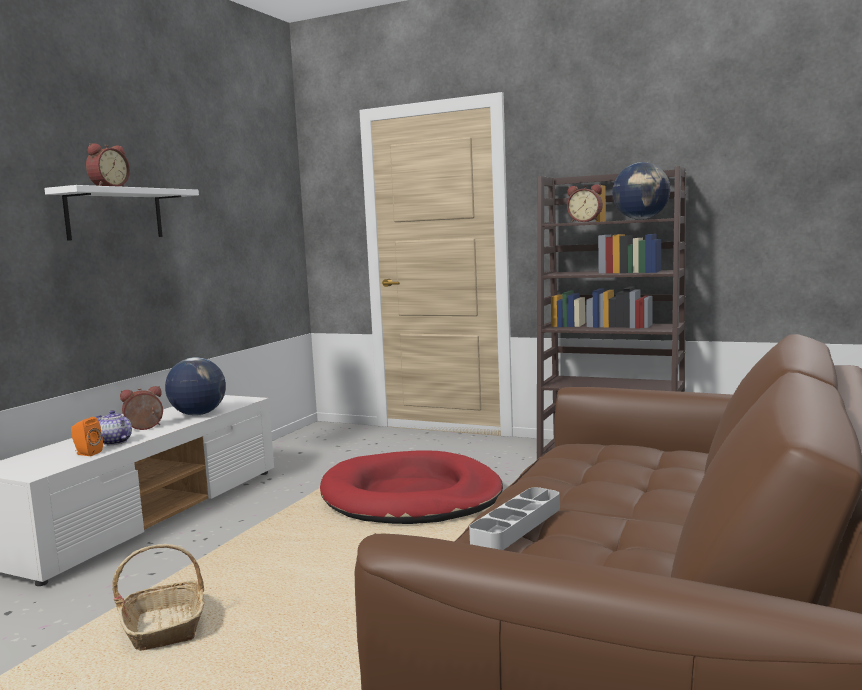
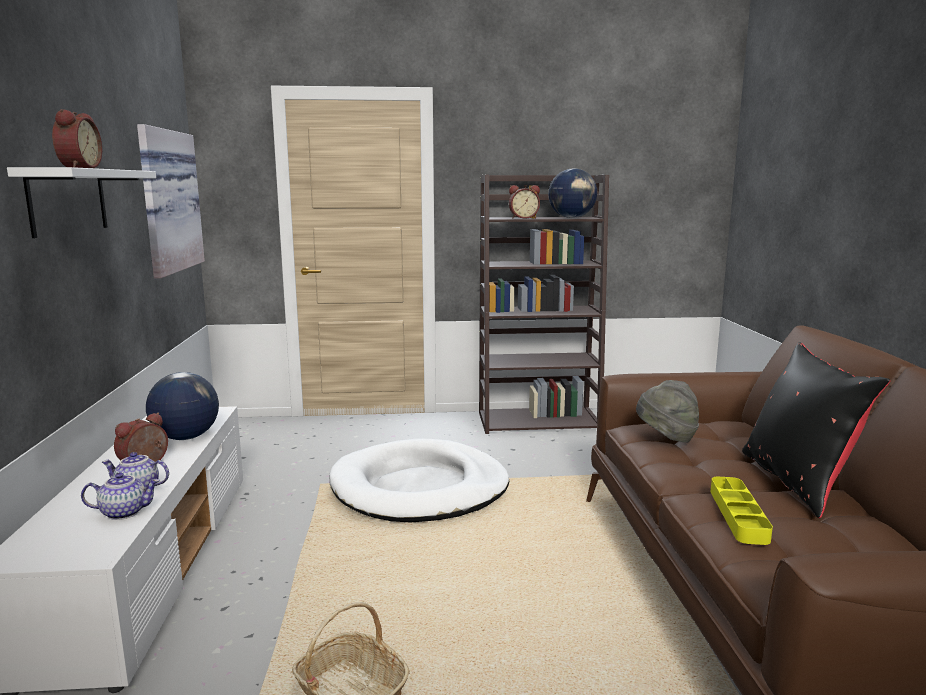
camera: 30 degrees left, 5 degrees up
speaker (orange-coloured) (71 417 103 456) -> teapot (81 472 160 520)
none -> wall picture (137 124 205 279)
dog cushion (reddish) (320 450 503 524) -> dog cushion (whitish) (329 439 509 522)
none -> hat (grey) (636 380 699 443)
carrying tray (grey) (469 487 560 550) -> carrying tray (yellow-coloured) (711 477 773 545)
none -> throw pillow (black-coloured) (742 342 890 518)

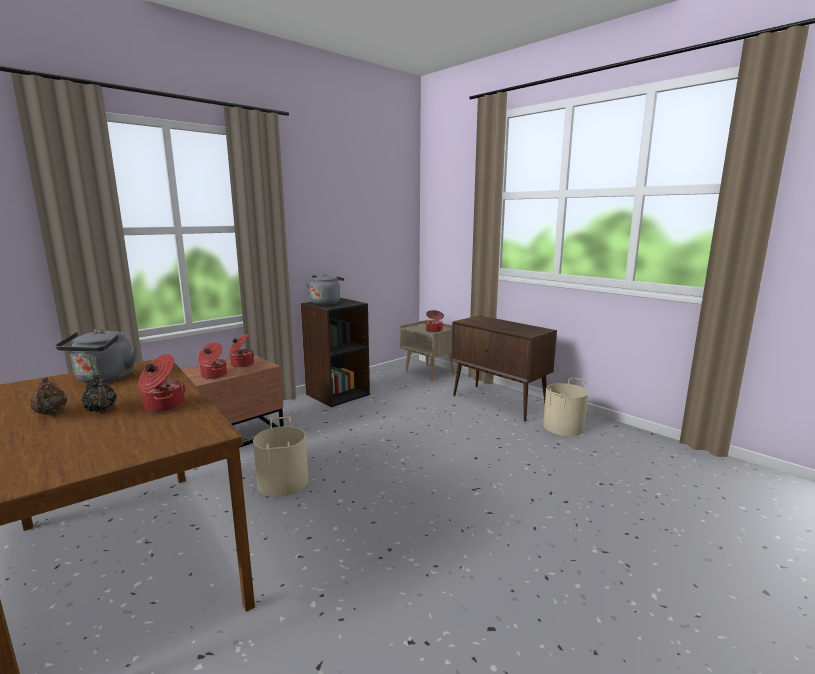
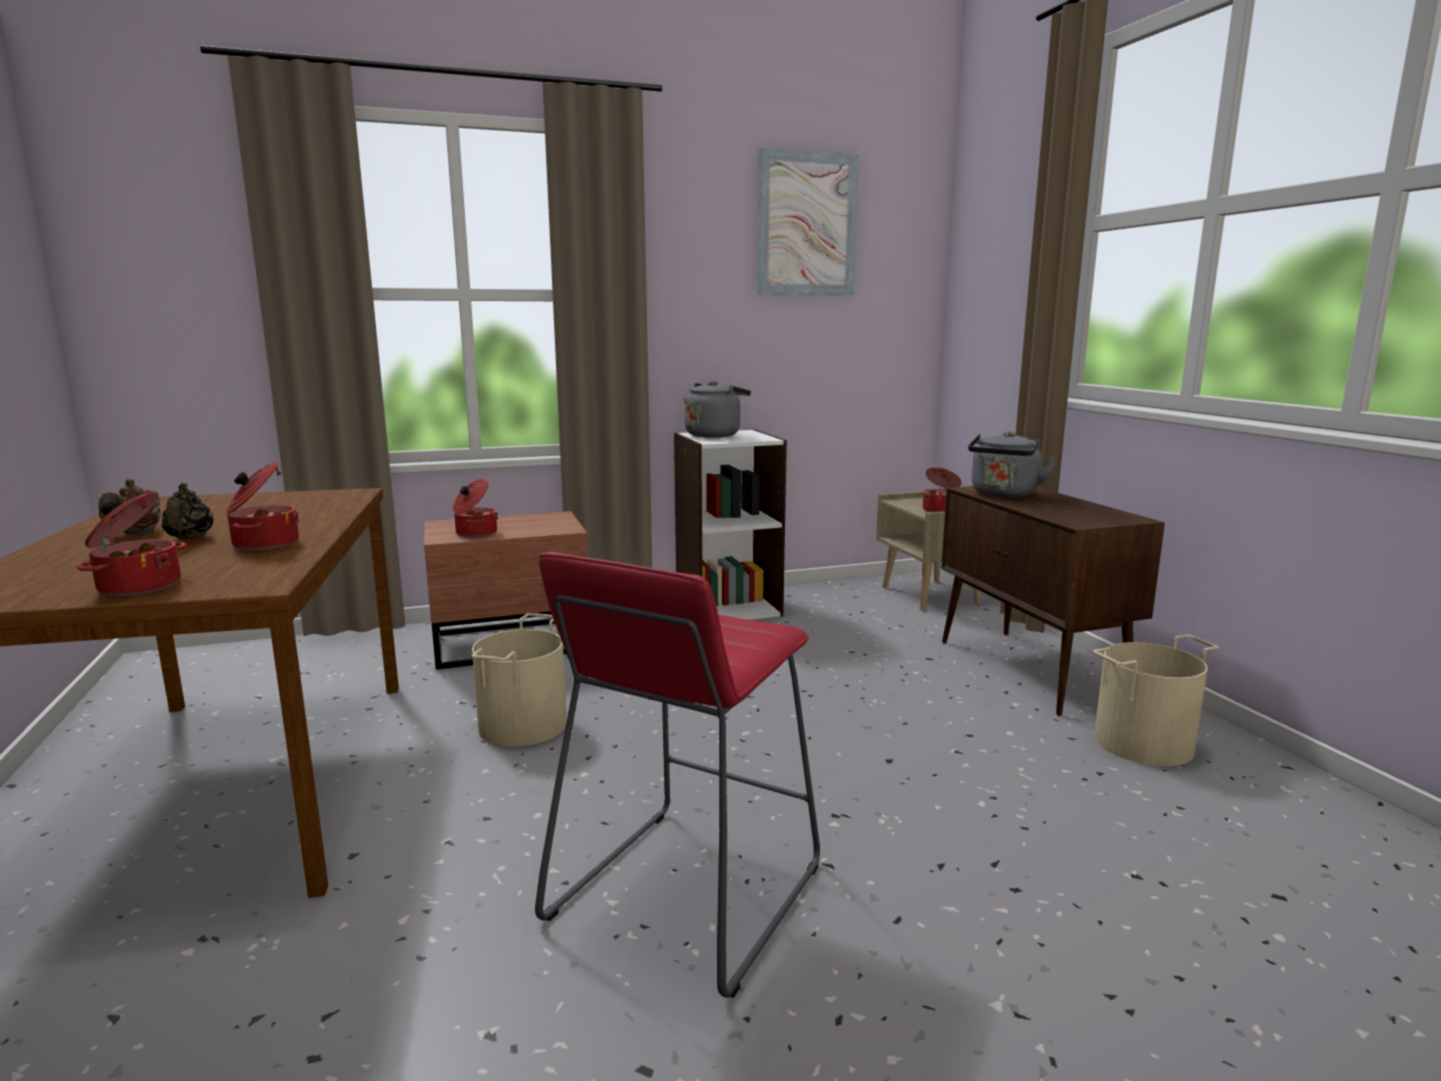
camera: 25 degrees right, 0 degrees up
stockpot (229 334 254 367) -> stockpot (77 491 186 596), shifted
none -> stool (reddish) (535 552 820 998)
bookcase (black-coloured) (301 298 370 407) -> bookcase (whitish) (674 430 787 620)
none -> wall picture (757 148 859 295)
kettle (grey) (55 329 138 383) -> kettle (grey) (968 431 1057 498), shifted

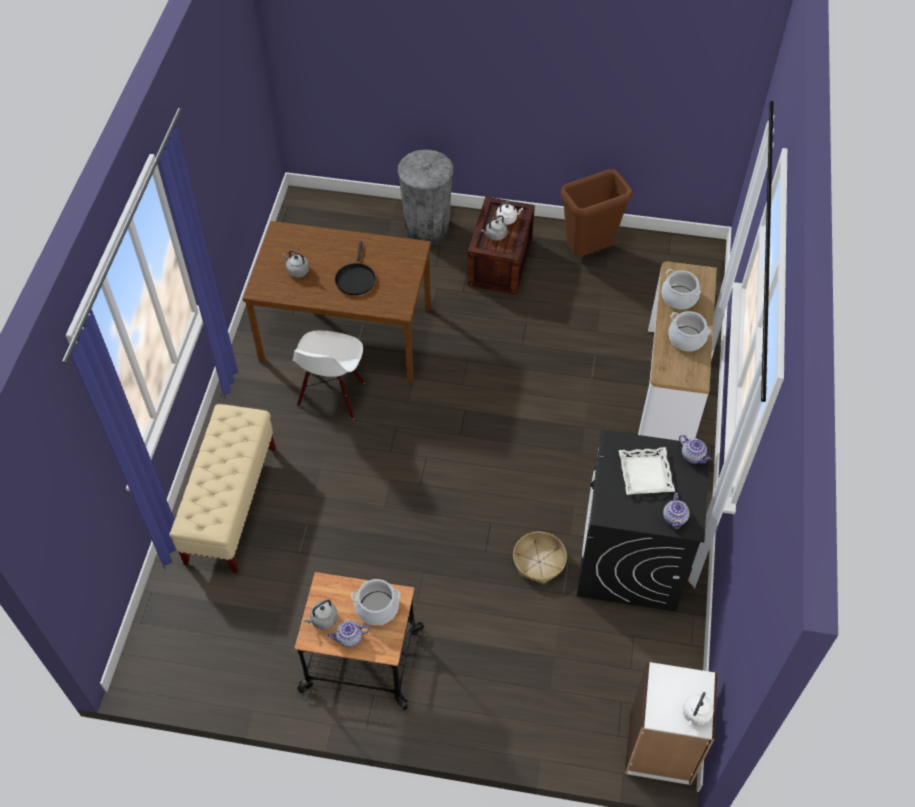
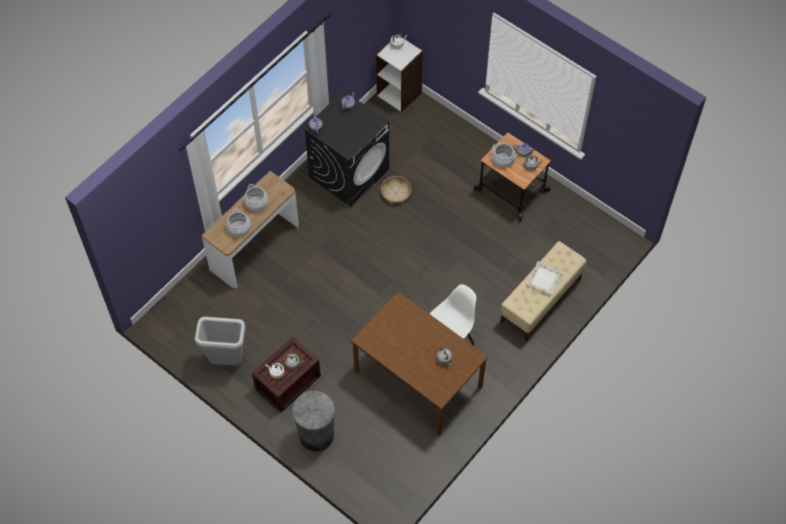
camera: 150 degrees left, 5 degrees up
rubbish bin (brownish) (561 169 633 256) -> rubbish bin (grey) (195 317 245 366)
carrying tray (whitish) (619 447 675 495) -> carrying tray (whitish) (527 261 563 294), shifted
skillet (black-coloured) (335 242 376 295) -> none

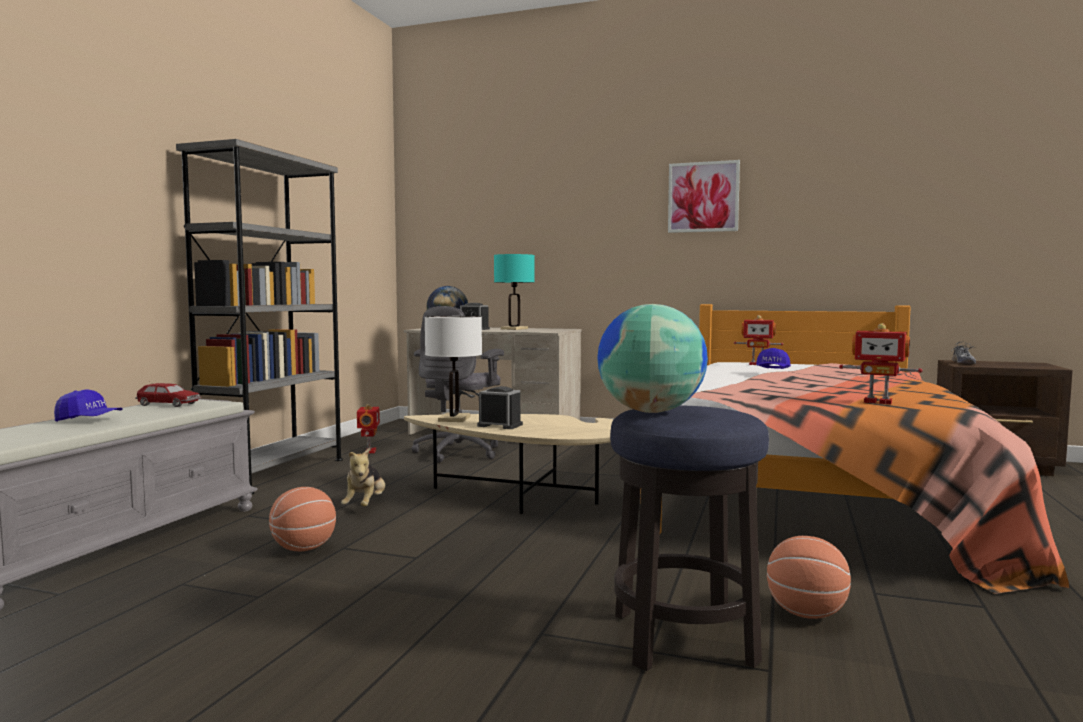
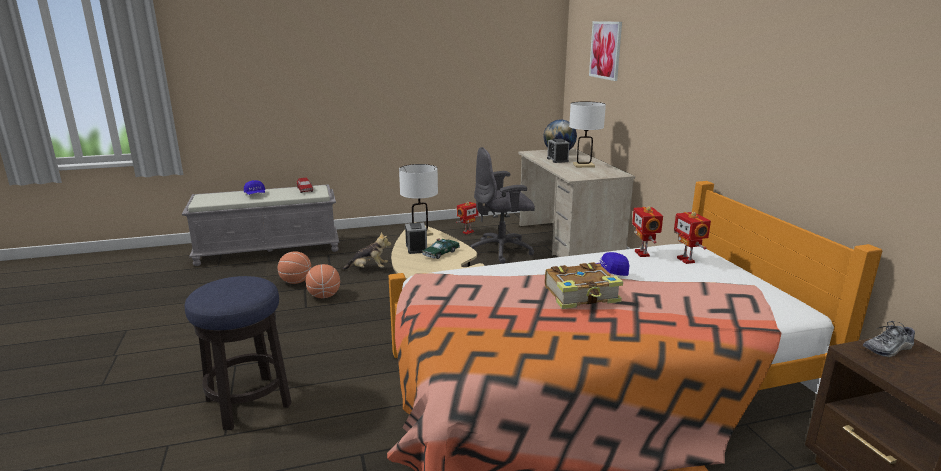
camera: 55 degrees right, 15 degrees up
ball for basketball (767 536 851 619) -> ball for basketball (306 264 340 298), shifted
cuddly toy (341 448 385 506) -> cuddly toy (343 232 391 270), 150 degrees counterclockwise
none -> miniature car (422 238 460 259)
none -> book (545 262 623 309)
tabletop lamp (blue-green) (494 254 535 330) -> tabletop lamp (whitish) (569 101 606 168)
wall picture (668 160 740 233) -> wall picture (589 21 622 81), shifted
robot figure (839 323 923 404) -> robot figure (632 206 663 257), shifted
bookcase (grey) (176 139 343 494) -> none
globe (597 304 708 413) -> none

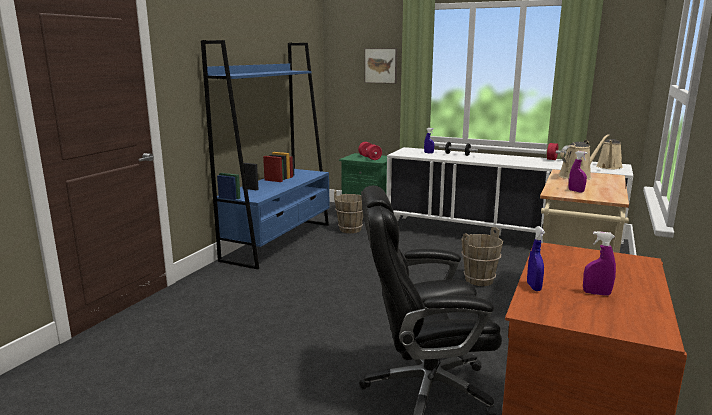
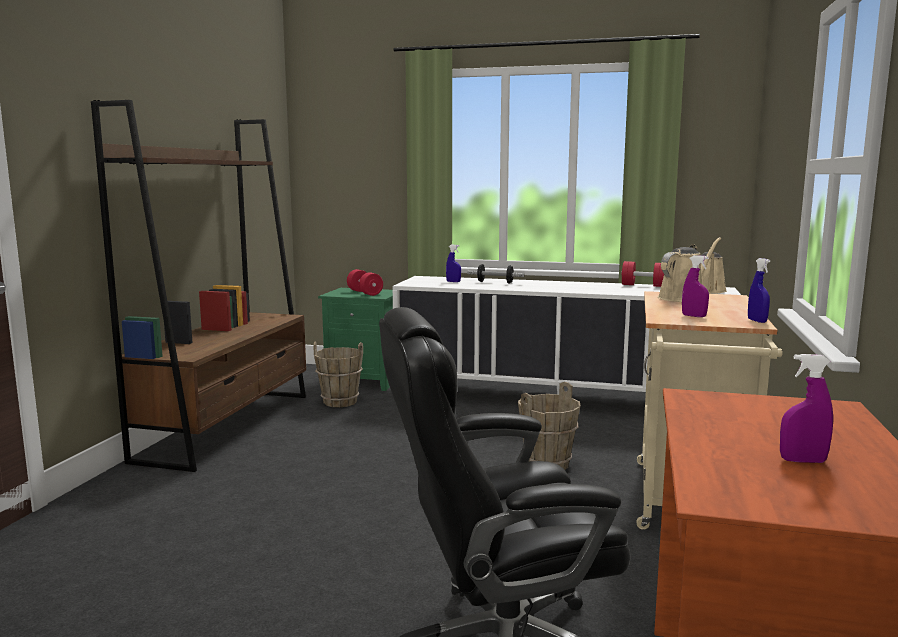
camera: 10 degrees left, 5 degrees down
bookcase (blue-coloured) (201 40 330 269) -> bookcase (brownish) (91 100 306 472)
sprayer (blue-coloured) (527 226 545 291) -> sprayer (blue-coloured) (748 258 770 323), shifted
wall picture (364 48 398 84) -> none

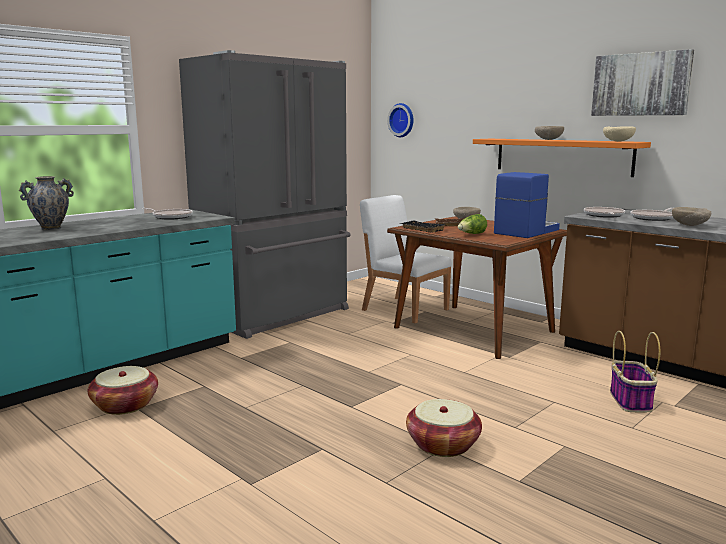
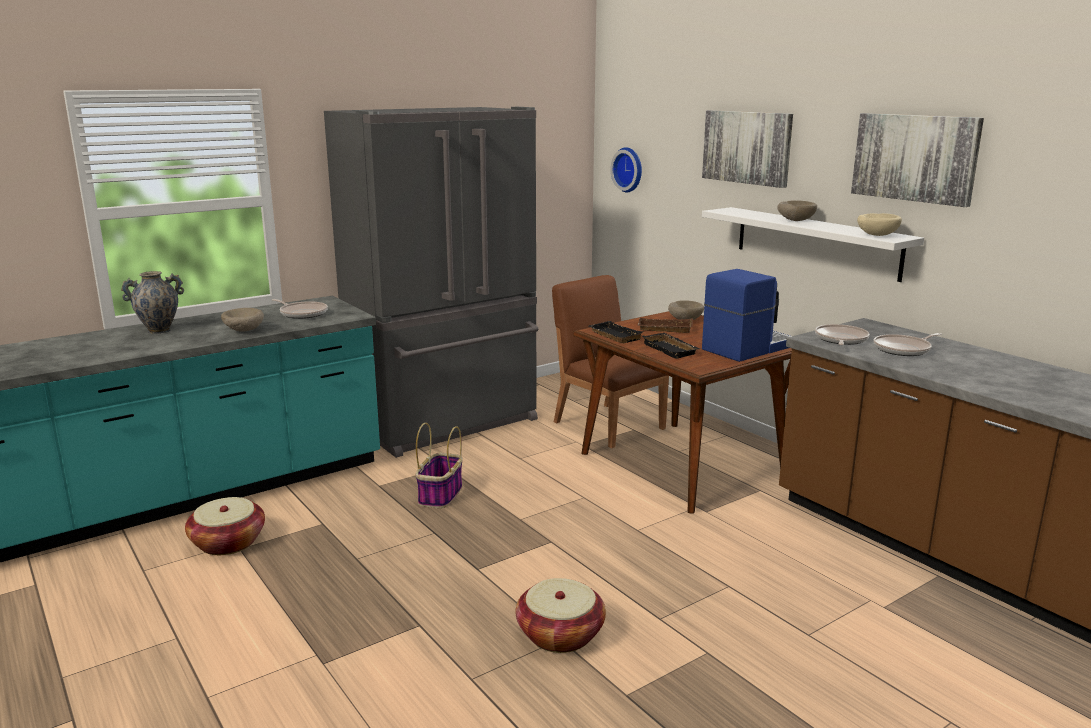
camera: 10 degrees right, 5 degrees up
bowl (sand-coloured) (672 207 711 226) -> bowl (sand-coloured) (221 308 264 332), shifted
basket (610 331 660 413) -> basket (416 423 462 508), shifted
chair (whitish) (360 195 452 324) -> chair (brownish) (552 275 669 448)
lettuce head (458 214 487 234) -> carrying tray (black-coloured) (642 333 700 359)
none -> wall picture (702 110 793 188)
wall shelf (orange-coloured) (473 139 651 177) -> wall shelf (whitish) (702 207 924 282)

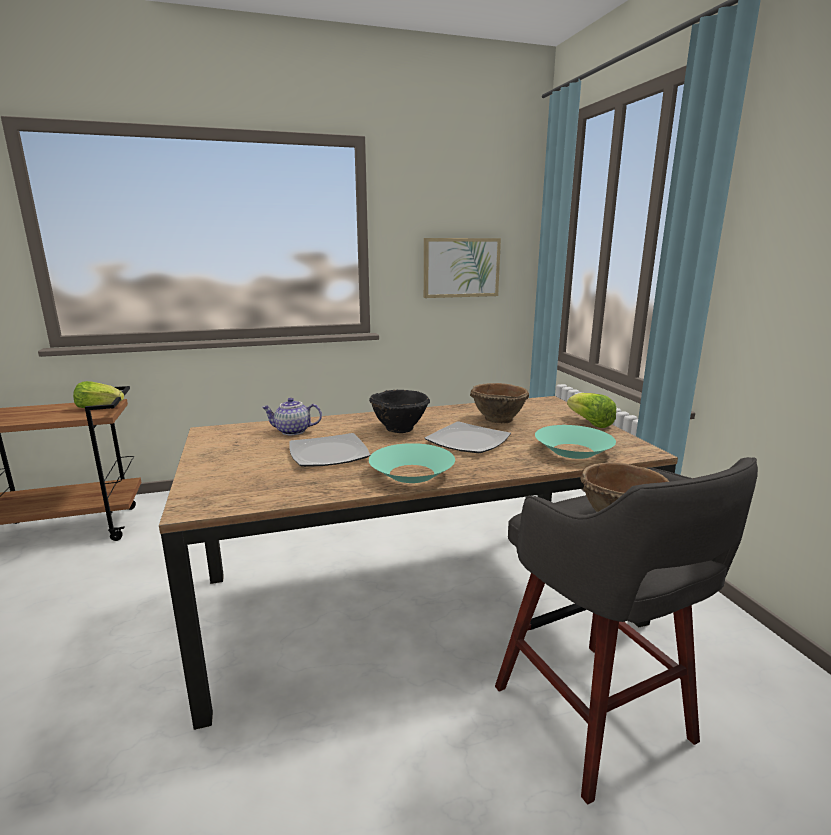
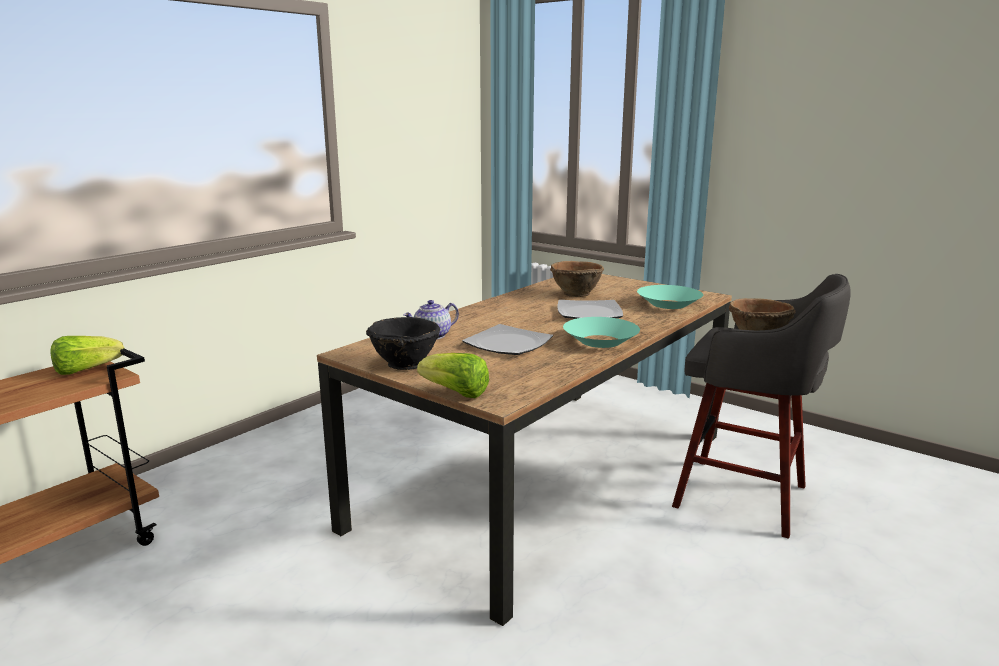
camera: 35 degrees left, 0 degrees up
bowl (black-coloured) (369 390 430 433) -> bowl (black-coloured) (366 317 440 370), shifted
lettuce head (567 393 616 428) -> lettuce head (417 353 489 398), shifted
wall picture (424 238 501 298) -> none

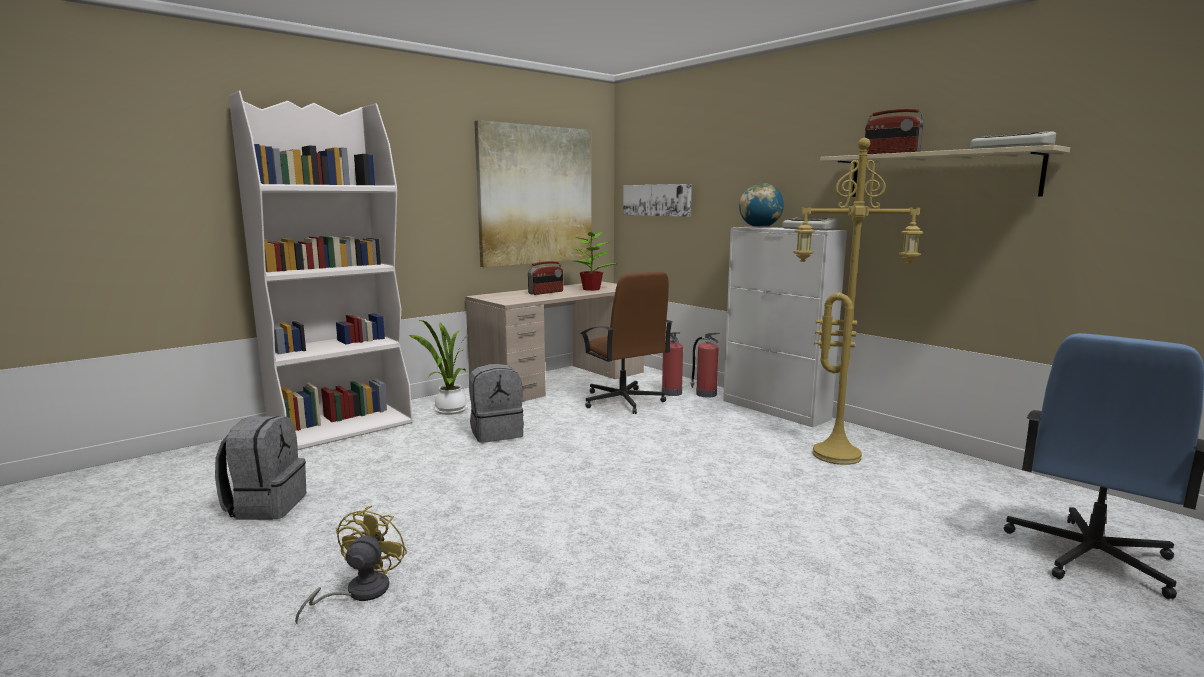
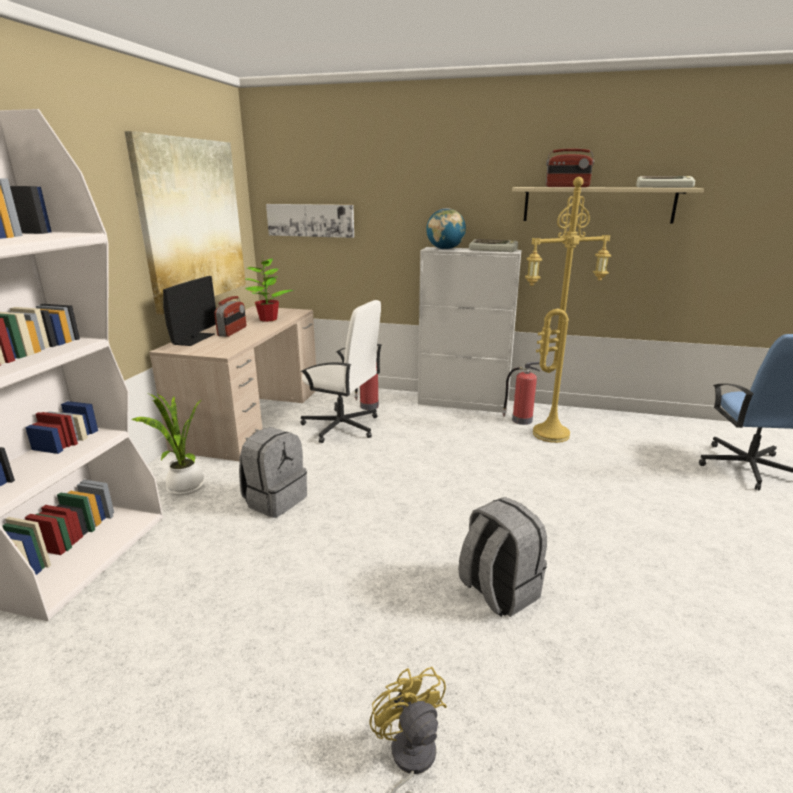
camera: 35 degrees left, 10 degrees up
none -> computer screen (163 276 216 346)
desk chair (brownish) (580 271 672 414) -> desk chair (whitish) (300 300 382 443)
knapsack (grey) (215 416 306 520) -> knapsack (grey) (458 497 547 617), shifted
extinguisher (690 333 720 397) -> extinguisher (502 362 540 425), shifted

